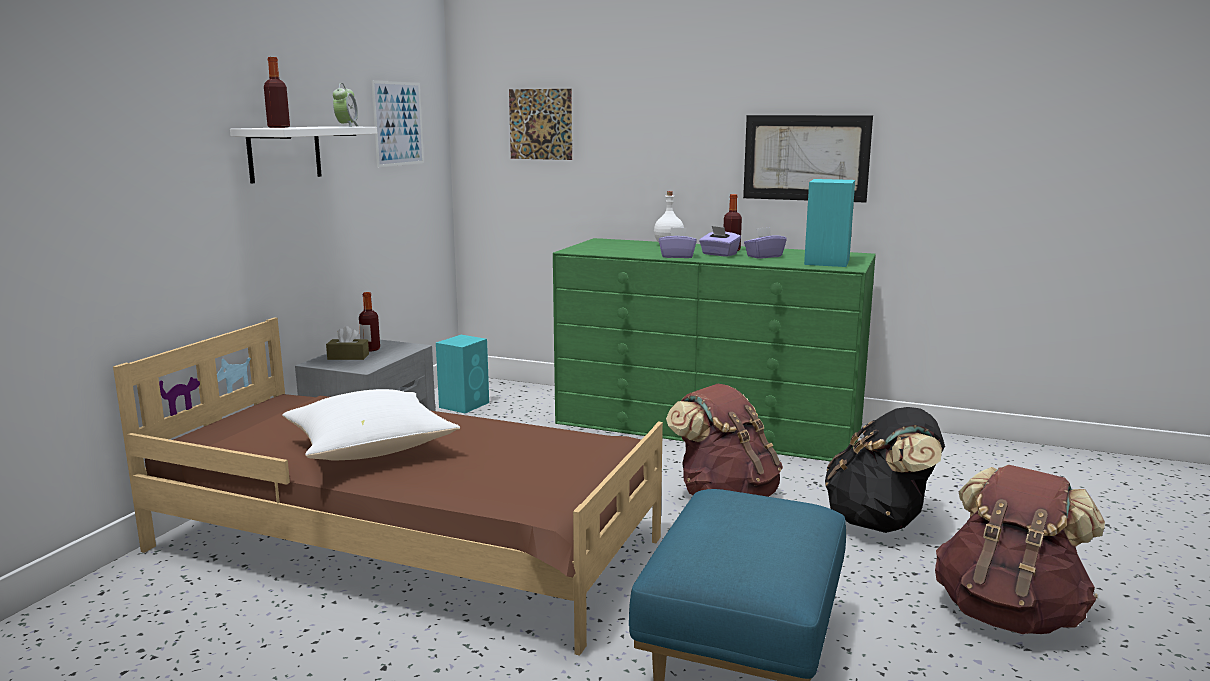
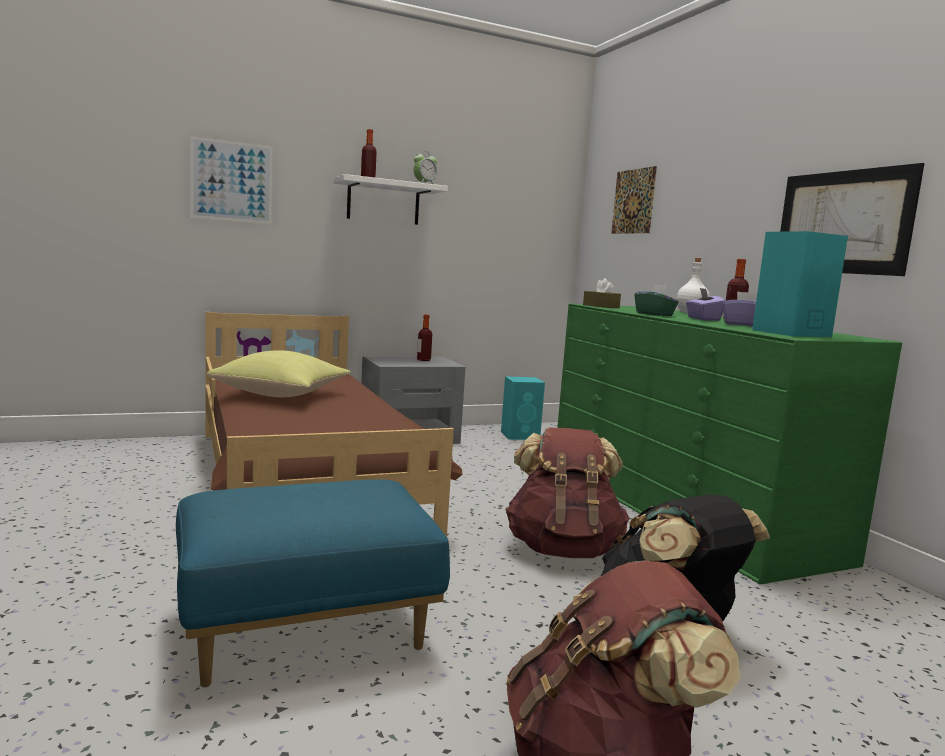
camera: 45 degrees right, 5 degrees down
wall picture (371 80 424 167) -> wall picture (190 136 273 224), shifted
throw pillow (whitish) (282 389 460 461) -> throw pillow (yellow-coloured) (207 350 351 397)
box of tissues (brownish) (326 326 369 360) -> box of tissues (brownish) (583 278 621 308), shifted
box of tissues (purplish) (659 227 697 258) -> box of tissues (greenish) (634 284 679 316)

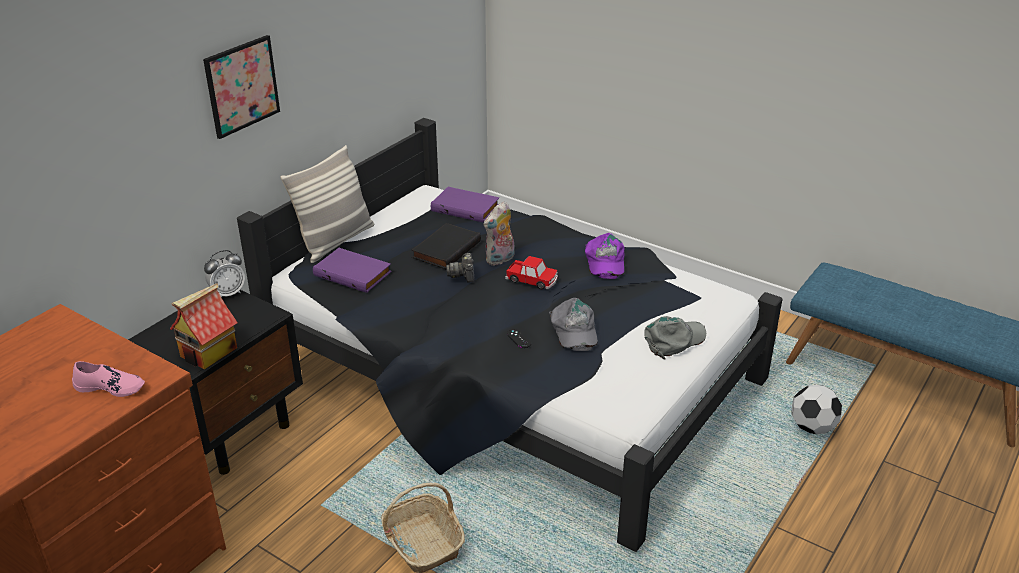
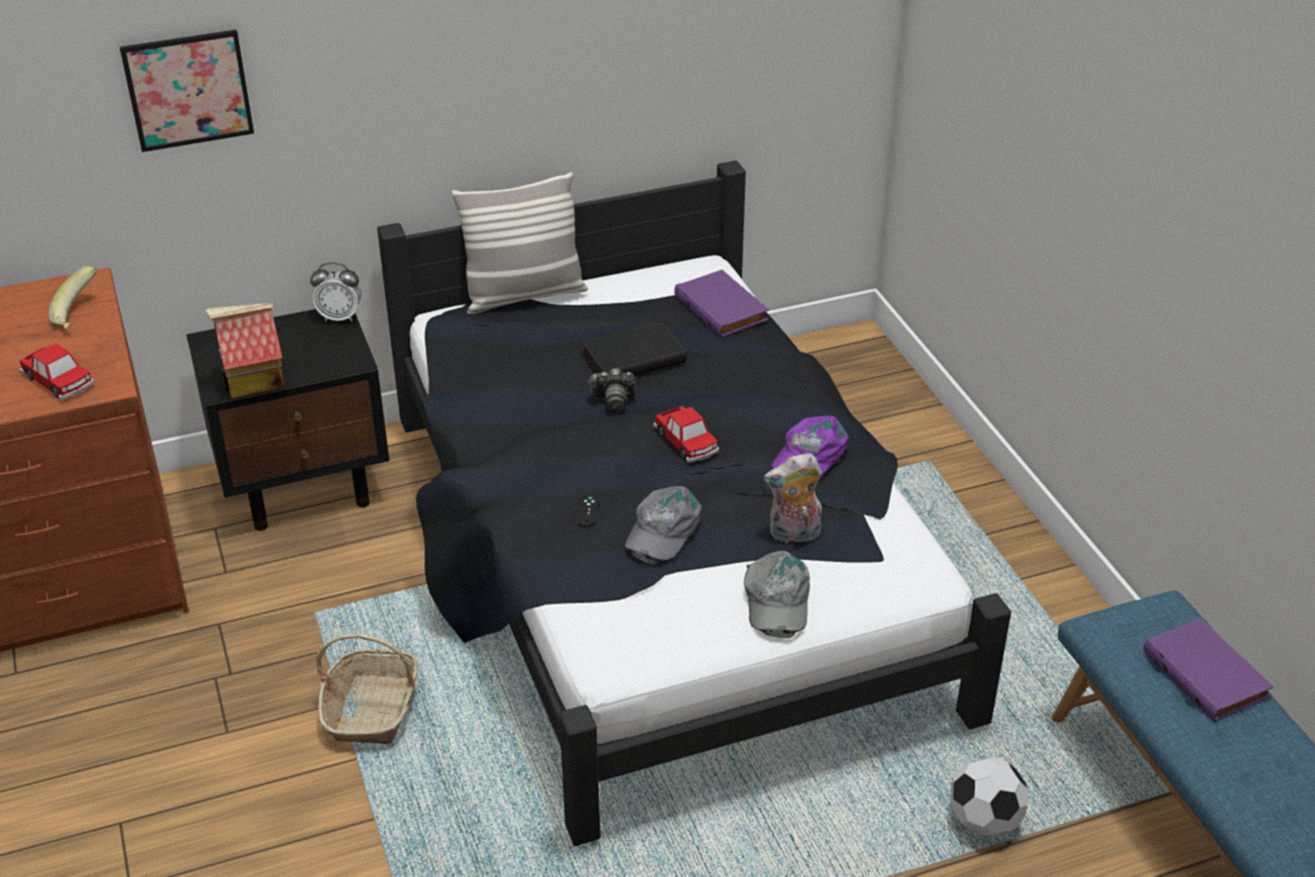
camera: 35 degrees right, 5 degrees up
item of footwear (pinkish) (72 361 145 397) -> miniature car (19 343 94 400)
none -> banana (48 266 97 329)
wall picture (203 35 280 139) -> wall picture (120 30 254 152), shifted
photo camera (446 253 475 282) -> photo camera (587 368 635 412), 120 degrees counterclockwise
cap (grey) (644 316 706 360) -> cap (grey) (744 551 810 638), 90 degrees clockwise
cuddly toy (484 201 515 266) -> cuddly toy (764 453 822 543), shifted
book (purplish) (313 248 392 293) -> book (purplish) (1143 618 1274 722), shifted

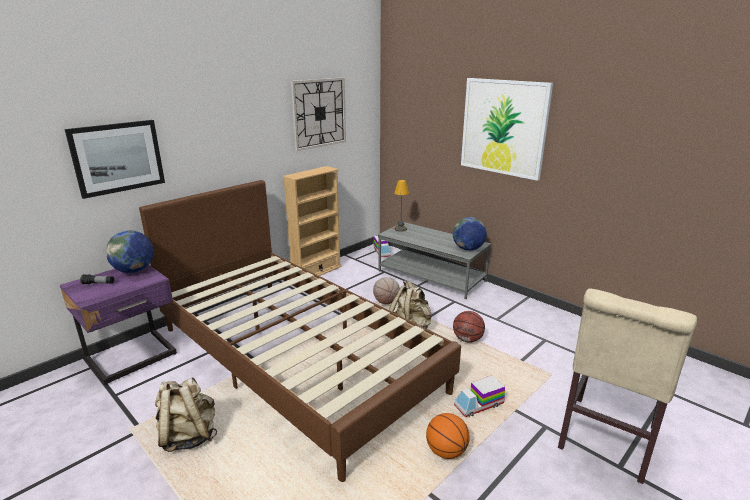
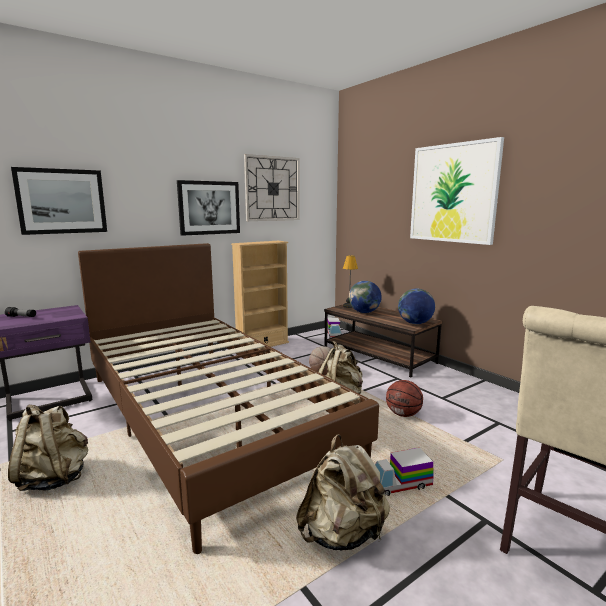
camera: 10 degrees right, 10 degrees down
none -> wall picture (177 180 240 236)
ball for basketball (426 413 470 459) -> knapsack (sand-coloured) (296 434 390 551)
lounge table (grey) (378 222 491 299) -> lounge table (brownish) (324 305 443 377)
globe (106 230 154 273) -> globe (349 281 382 313), shifted

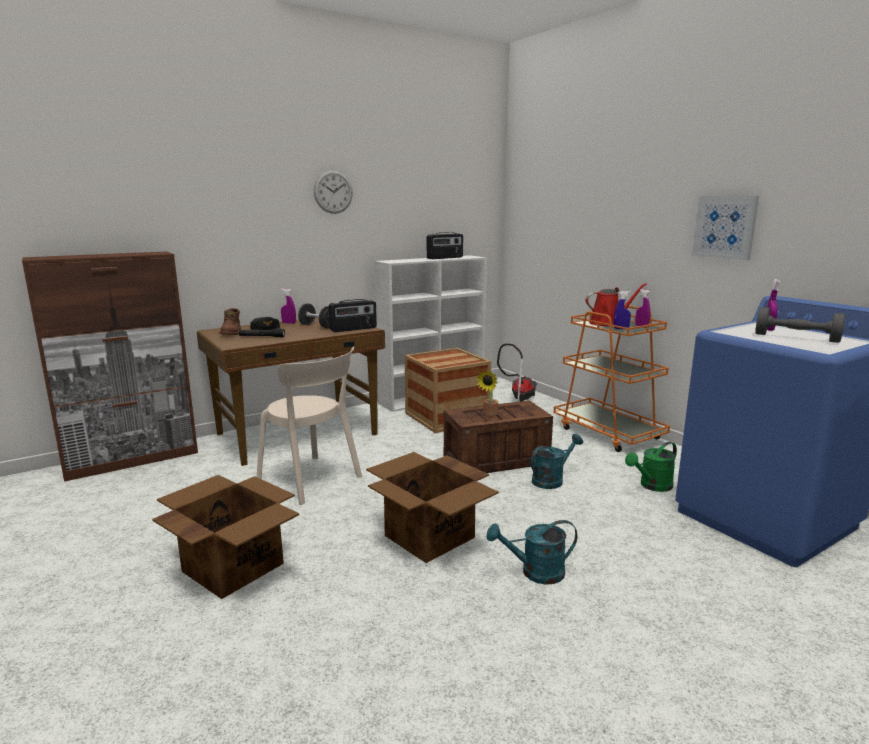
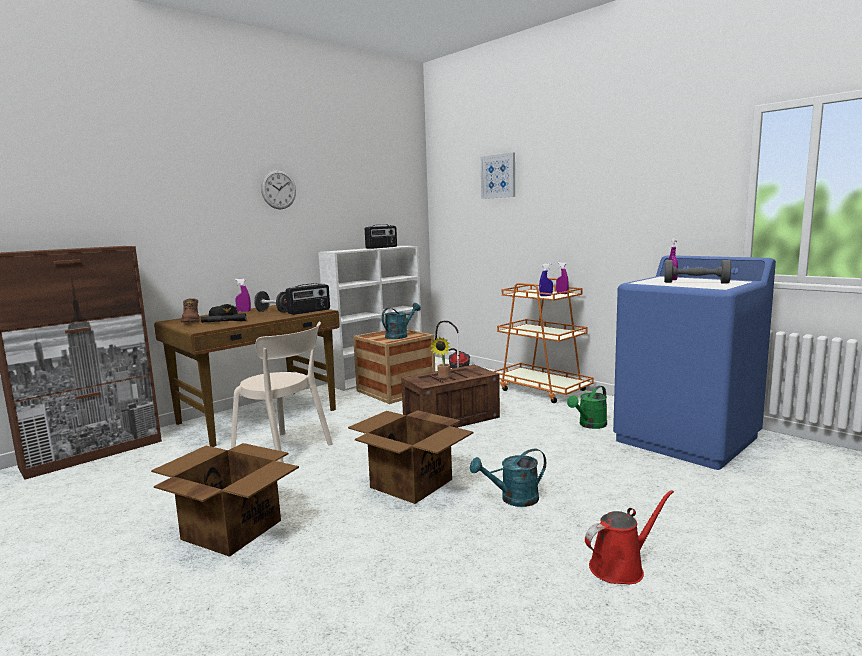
camera: 10 degrees left, 5 degrees down
sprinkling can (blue-green) (530 434 583 489) -> sprinkling can (blue-green) (382 303 421 339), shifted
wall picture (692 196 759 260) -> wall picture (481 153 515 199), shifted
sprinkling can (reddish) (585 283 647 326) -> sprinkling can (reddish) (585 490 674 584), shifted

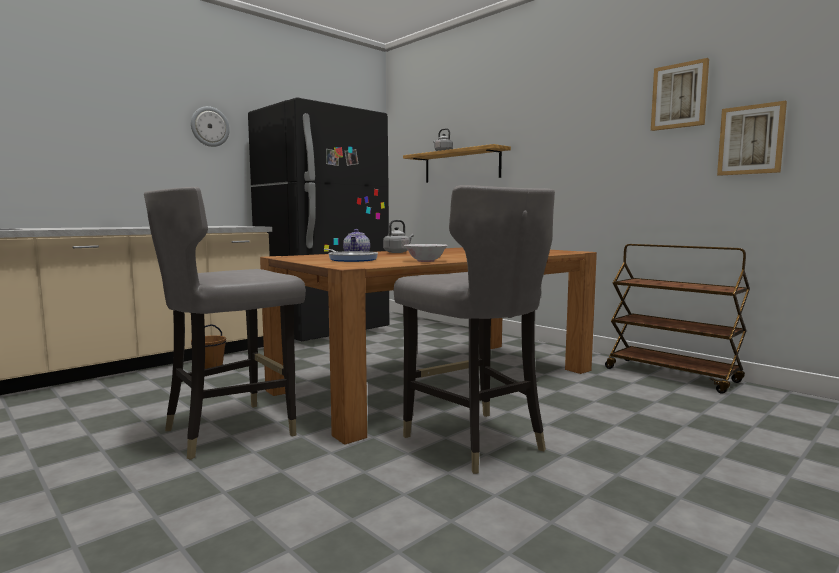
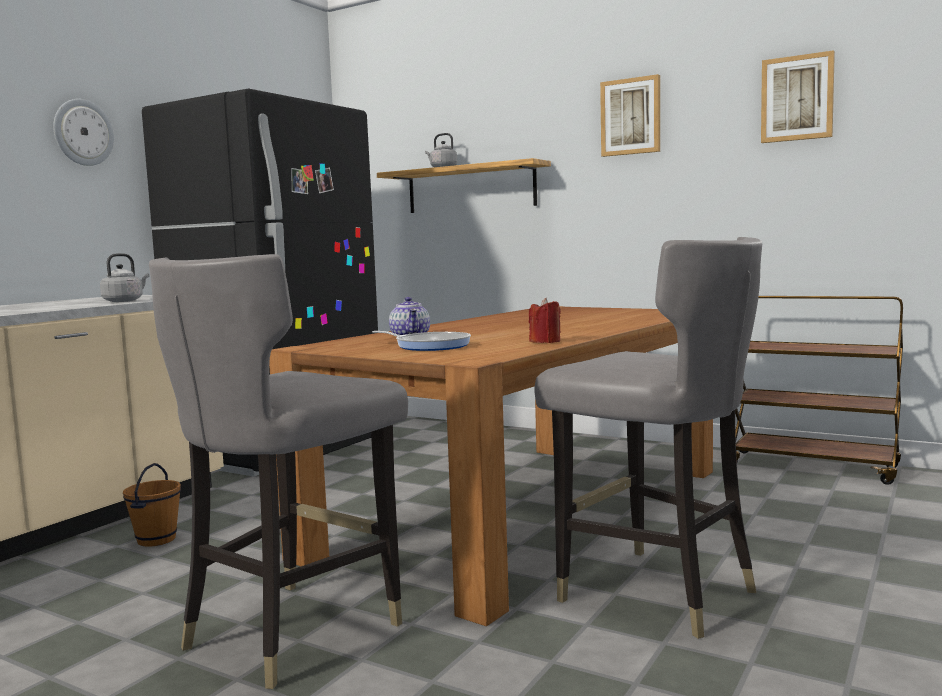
camera: 15 degrees left, 0 degrees up
kettle (grey) (383 220 414 253) -> kettle (grey) (100 253 150 302), shifted
bowl (whitish) (404 244 448 262) -> candle (reddish) (529 298 561 343)
wall picture (717 101 787 176) -> wall picture (600 74 660 157), shifted

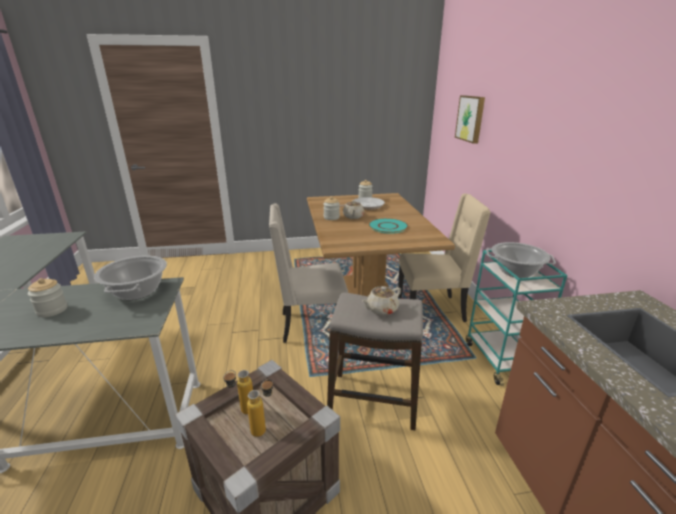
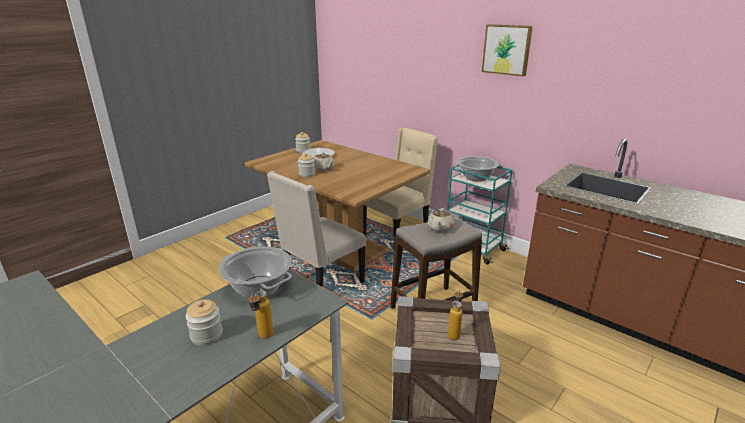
camera: 40 degrees left, 0 degrees up
drink bottle (223 370 253 414) -> drink bottle (248 291 273 338), shifted
wall picture (455 95 485 143) -> wall picture (482 24 533 76), shifted
plate (blue-green) (368 218 408 233) -> none

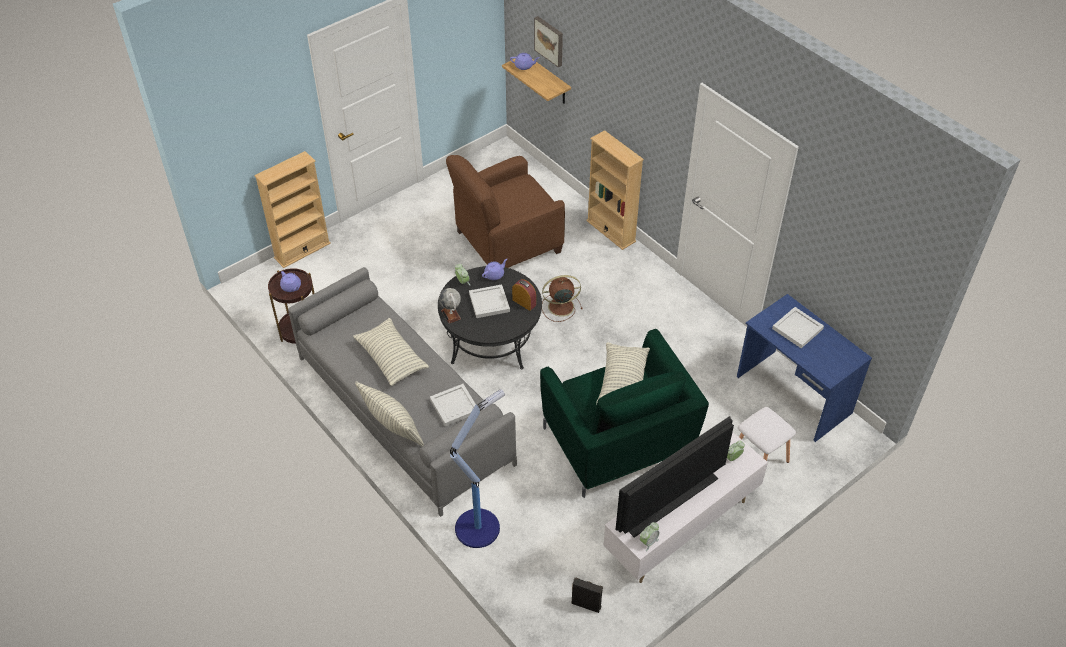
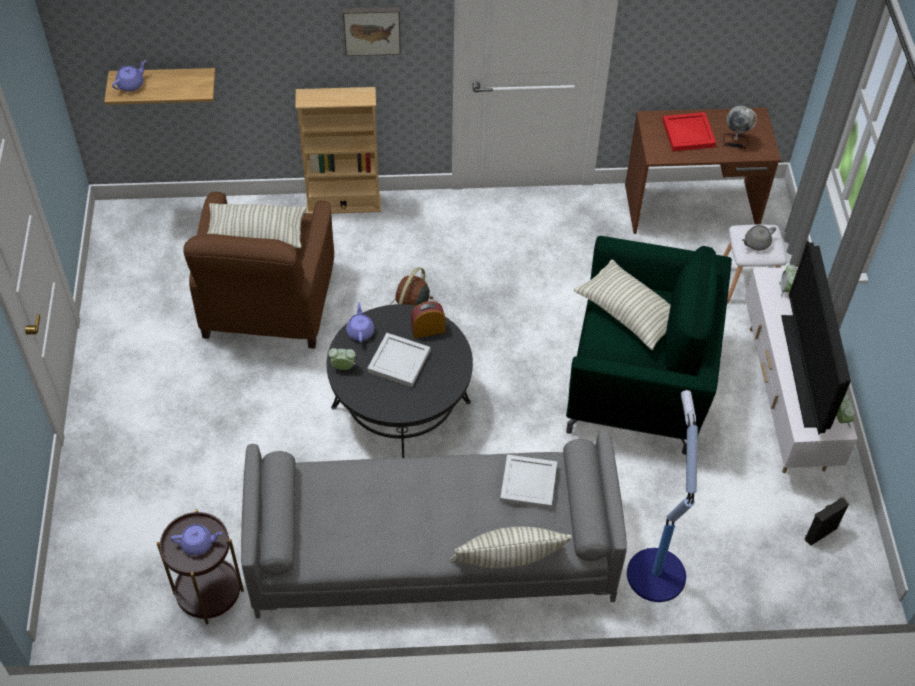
camera: 55 degrees left, 5 degrees up
throw pillow (353 318 429 386) -> throw pillow (207 203 307 248), shifted
wall picture (534 16 563 67) -> wall picture (343 7 401 56), shifted
desk unit (blue-coloured) (737 294 872 442) -> desk unit (brownish) (625 108 781 234)
carrying tray (whitish) (772 307 824 348) -> carrying tray (reddish) (662 112 716 151)
globe (439 288 461 324) -> globe (722 106 757 149), shifted
none -> teapot (grey) (742 225 776 251)
bookcase (sand-coloured) (254 151 331 268) -> none

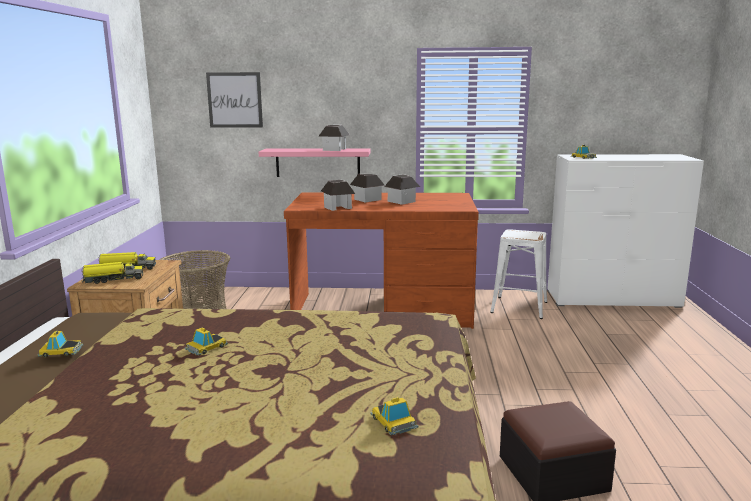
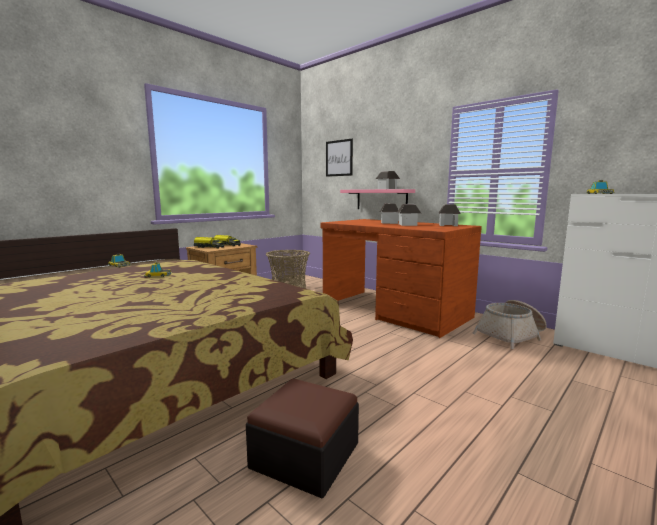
camera: 40 degrees right, 5 degrees down
model house (321 180 355 211) -> model house (438 204 461 226), shifted
stool (whitish) (490 229 547 319) -> basket (473 300 547 349)
miniature car (370 397 419 435) -> none

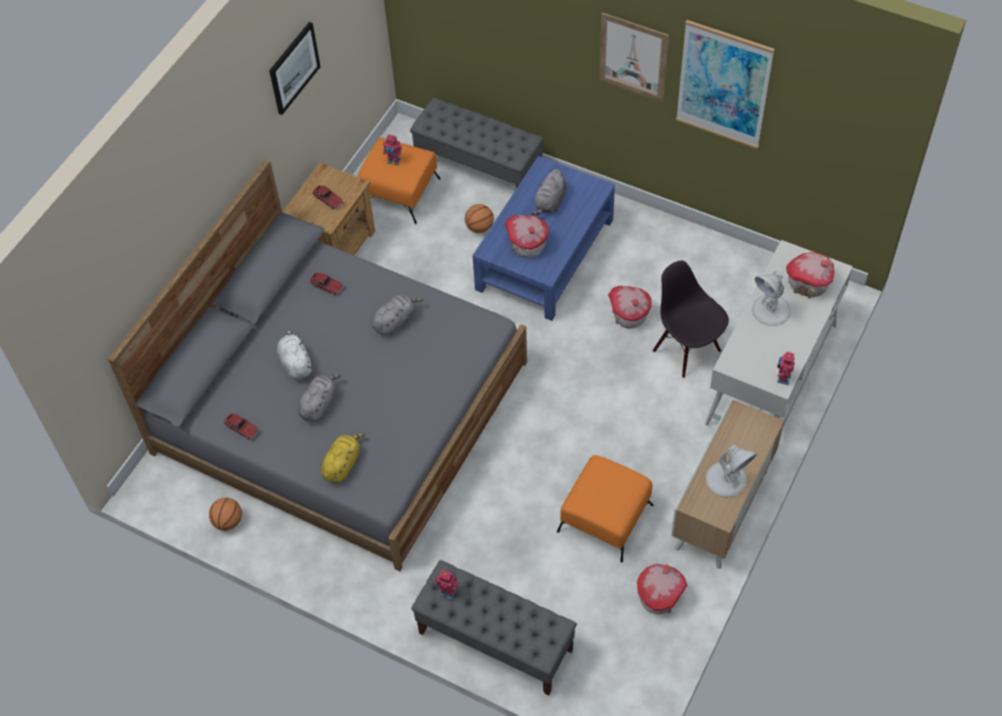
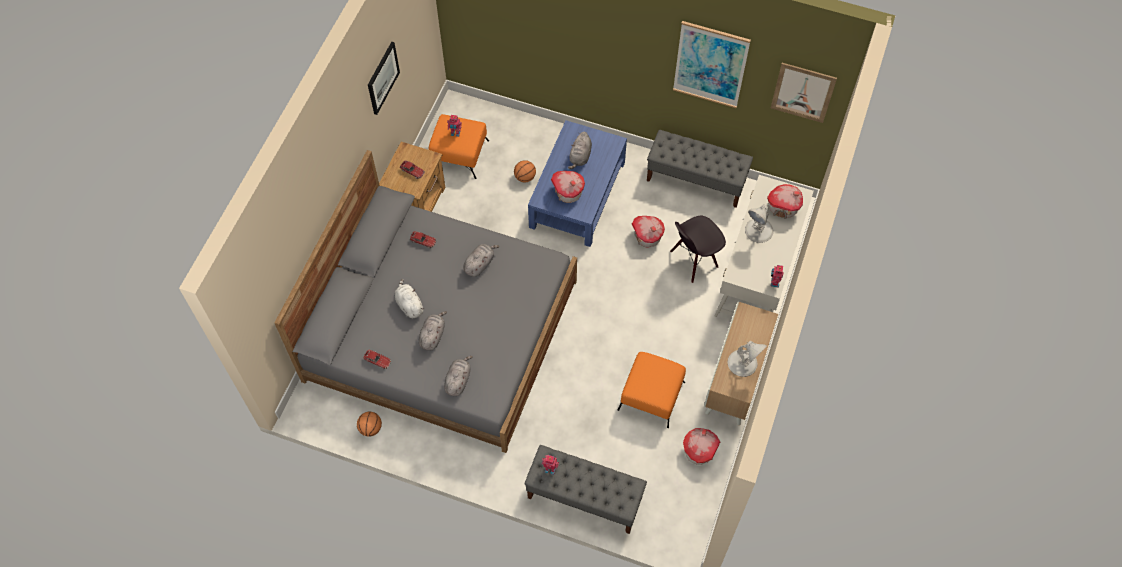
camera: 10 degrees left, 5 degrees up
cuddly toy (yellow-coloured) (321 433 365 483) -> cuddly toy (grey) (444 356 473 396)
long seat (grey) (410 98 544 189) -> long seat (grey) (647 130 753 208), shifted
chair (black-coloured) (653 260 729 378) -> chair (black-coloured) (670 216 726 283), 75 degrees counterclockwise
wall picture (599 13 669 102) -> wall picture (771 63 837 123), shifted

